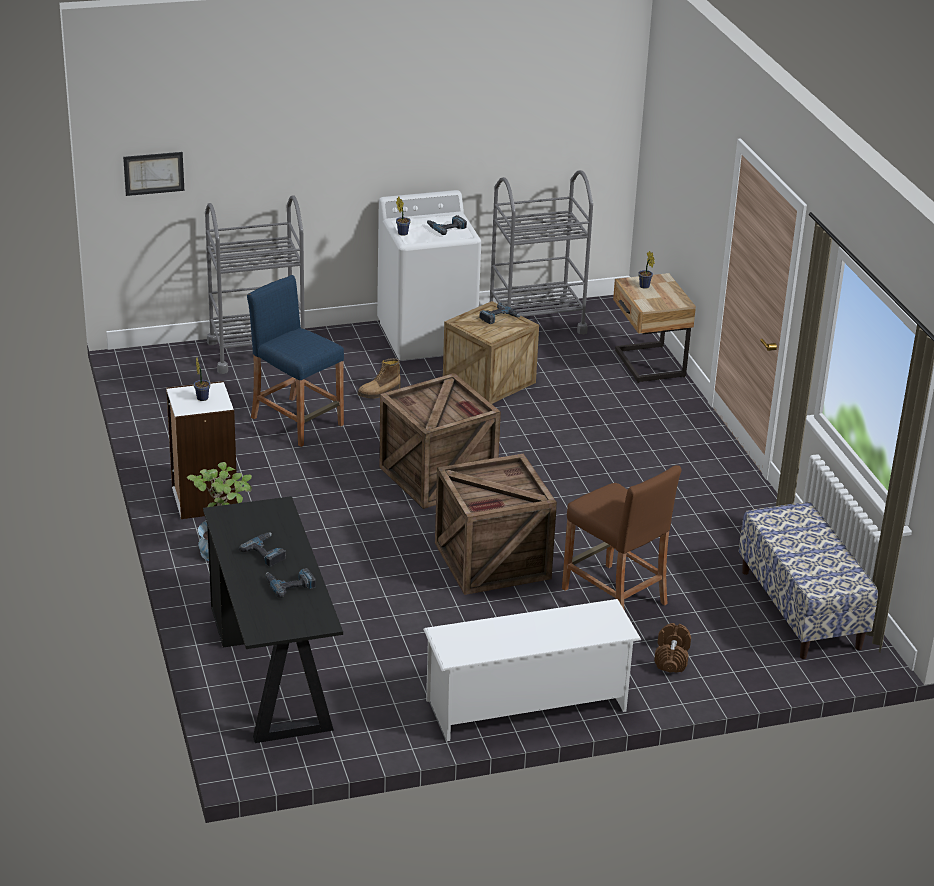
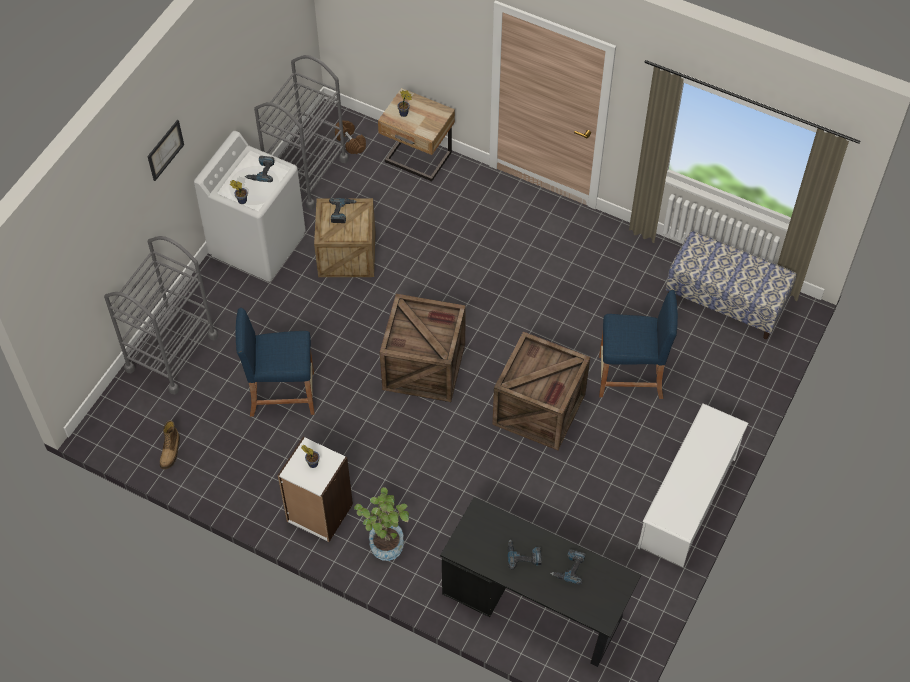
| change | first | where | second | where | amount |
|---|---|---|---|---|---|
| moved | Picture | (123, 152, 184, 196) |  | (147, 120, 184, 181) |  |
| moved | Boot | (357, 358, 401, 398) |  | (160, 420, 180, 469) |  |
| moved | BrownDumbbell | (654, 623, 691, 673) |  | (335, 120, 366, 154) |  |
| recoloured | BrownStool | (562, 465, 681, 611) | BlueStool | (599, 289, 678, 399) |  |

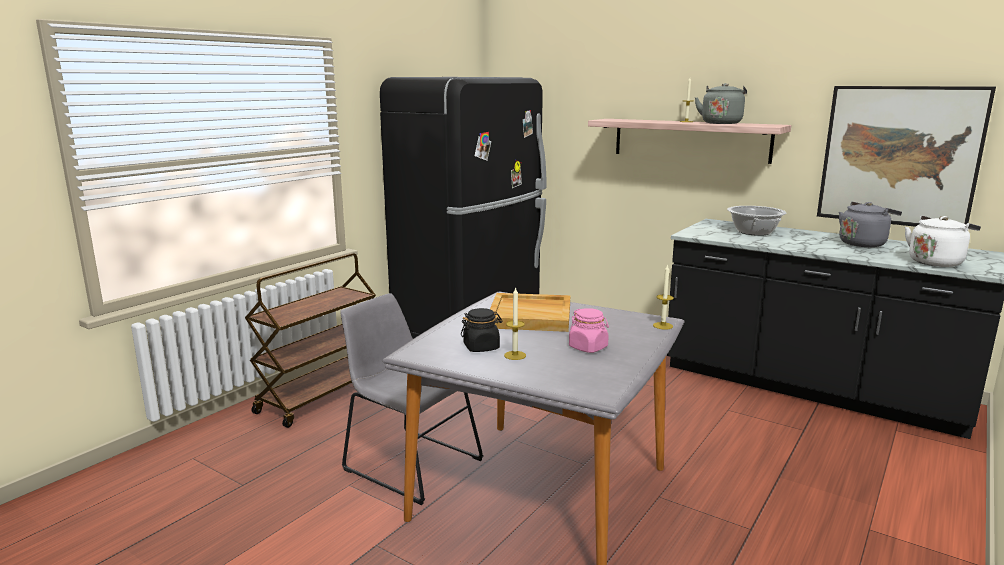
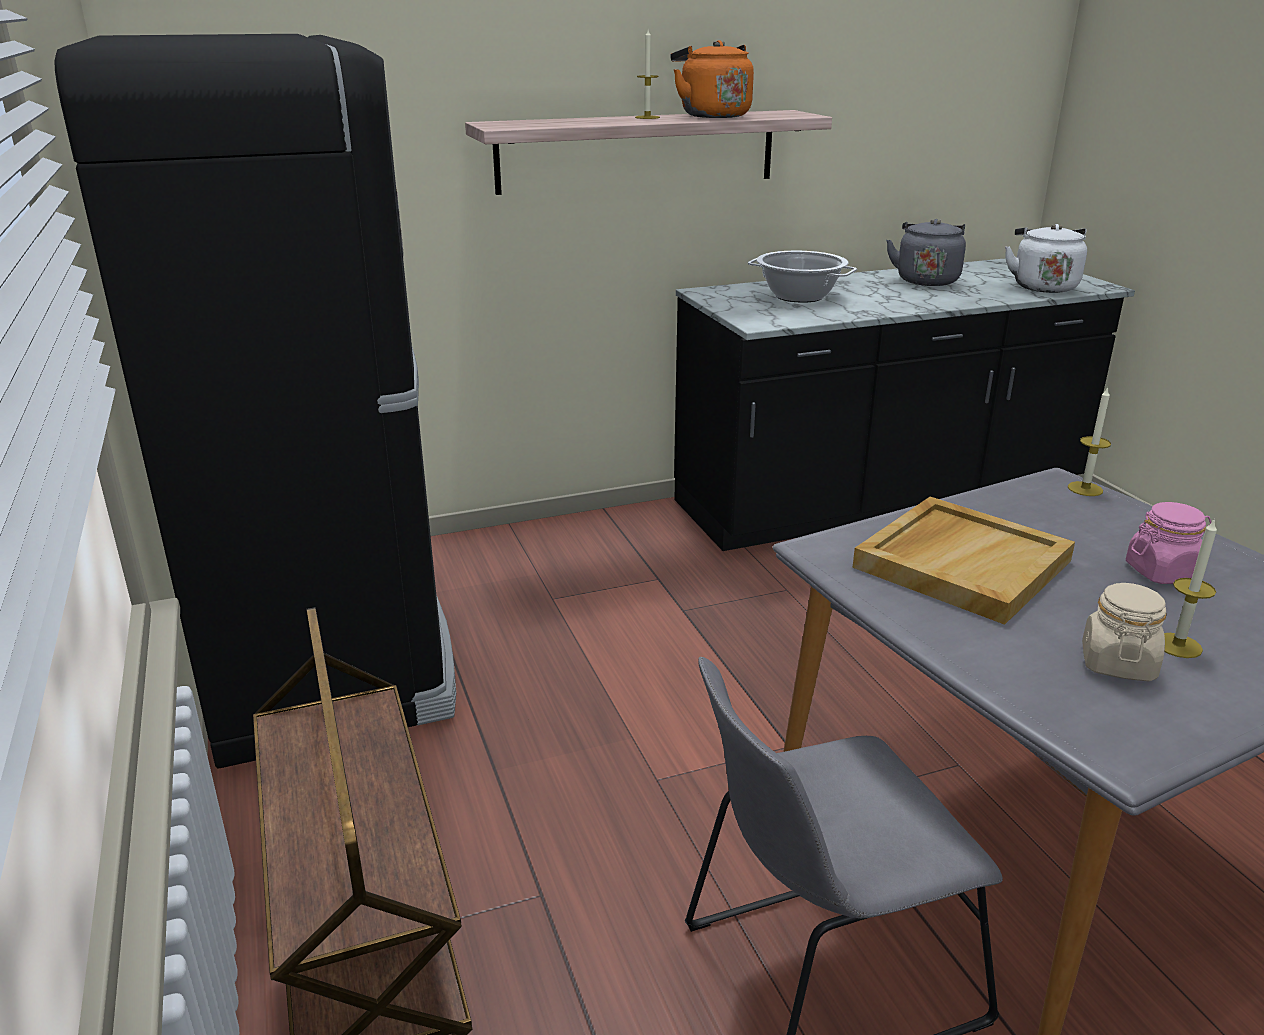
| change | first | where | second | where | amount |
|---|---|---|---|---|---|
| recoloured | GreyKettle | (695, 83, 747, 124) | OrangeKettle | (670, 40, 754, 118) |  |
| recoloured | BlackJar | (461, 308, 503, 352) | BeigeJar | (1082, 583, 1167, 681) |  |
| removed | Picture | (817, 86, 996, 227) |  |  |  |

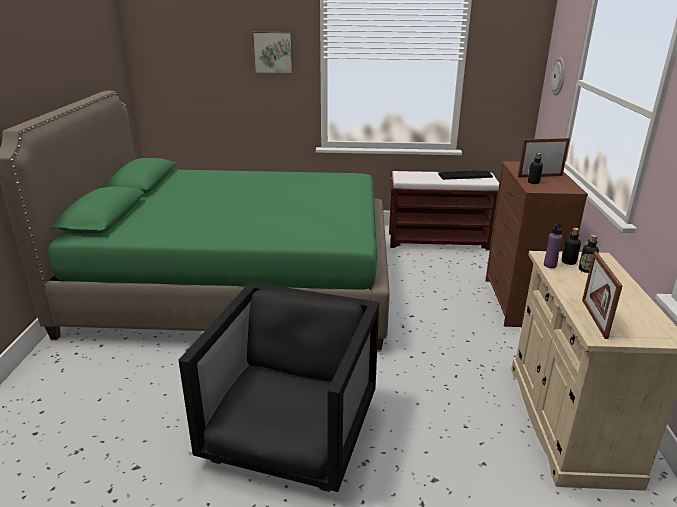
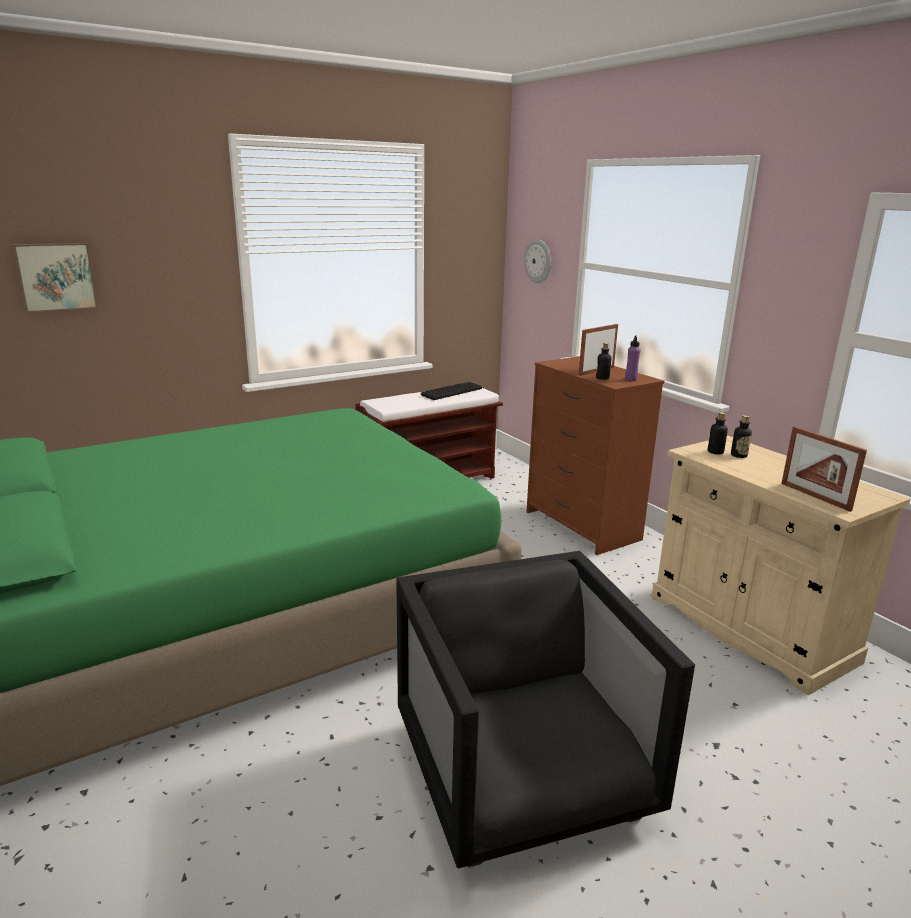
| change | first | where | second | where | amount |
|---|---|---|---|---|---|
| moved | Picture | (252, 32, 293, 74) |  | (13, 243, 98, 313) |  |
| moved | PurpleBottle | (544, 222, 563, 268) |  | (625, 335, 640, 381) |  |

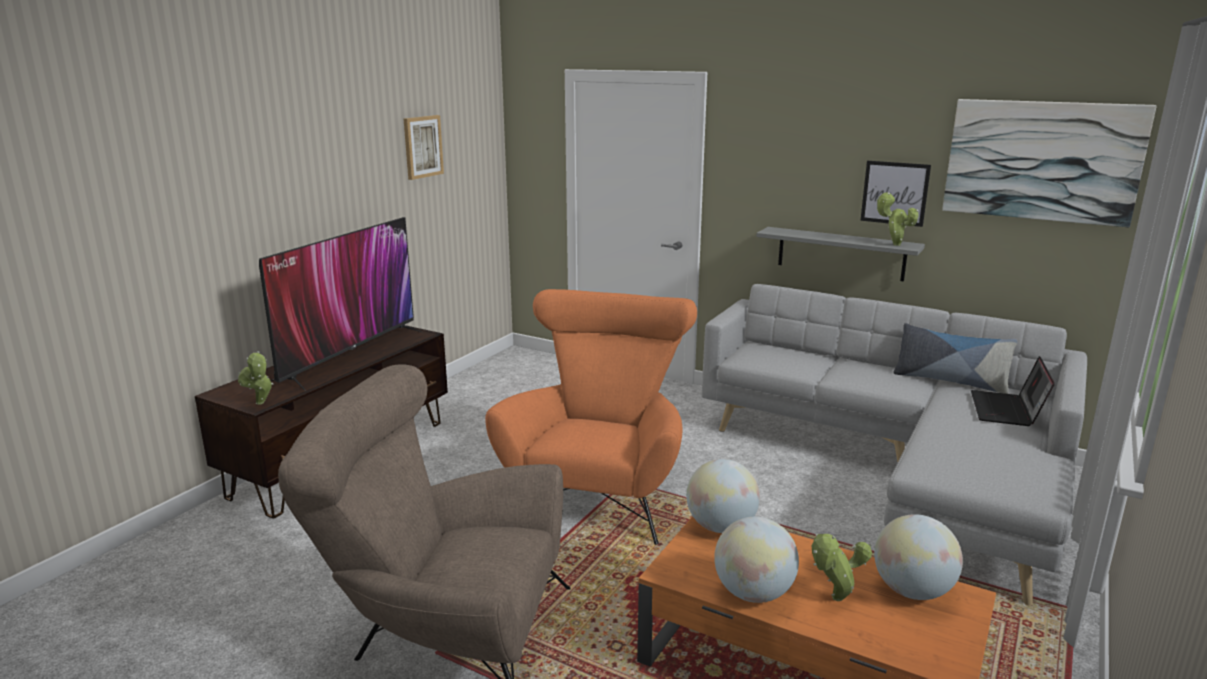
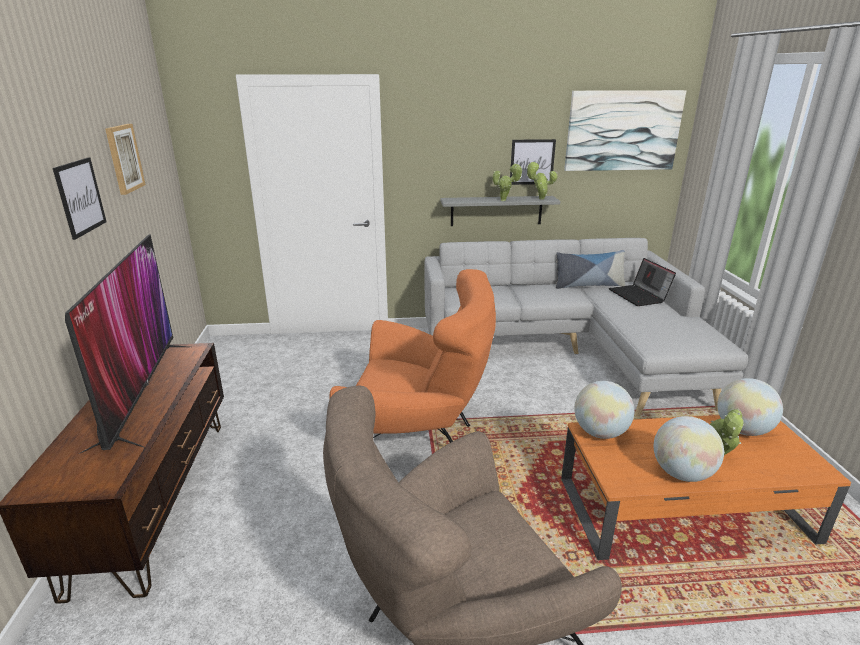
| change | first | where | second | where | amount |
|---|---|---|---|---|---|
| added |  |  | Picture | (53, 157, 106, 240) |  |
| turned | OrangeArmchair | (485, 289, 697, 545) |  | (329, 269, 496, 443) | 120 degrees clockwise |
| moved | PottedPlant | (238, 351, 273, 404) |  | (493, 163, 523, 201) |  |

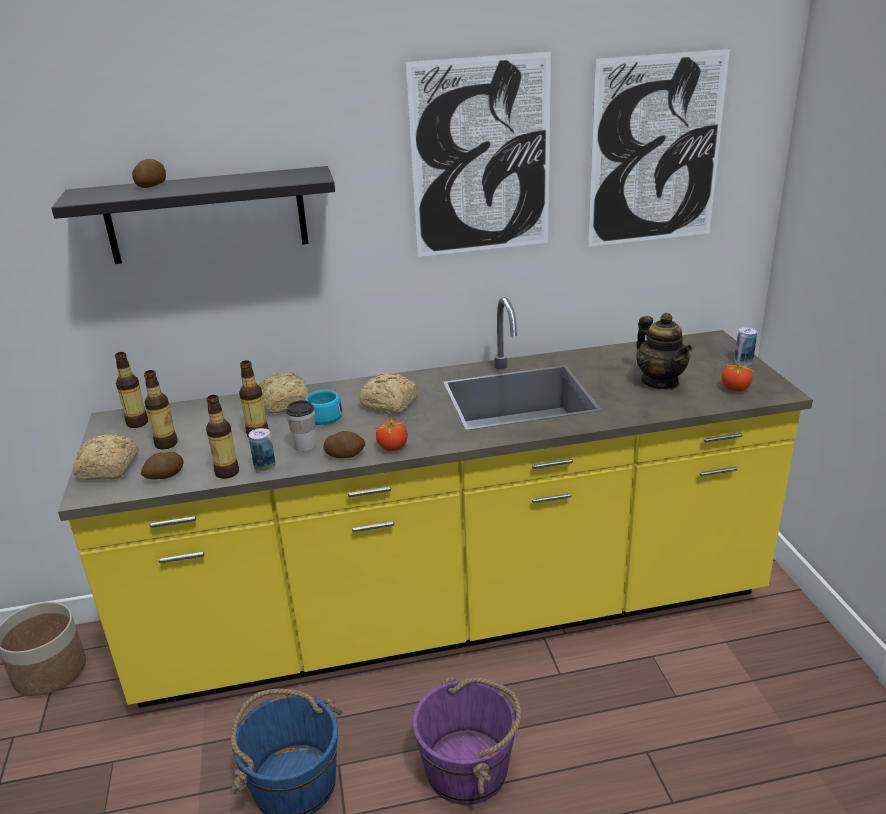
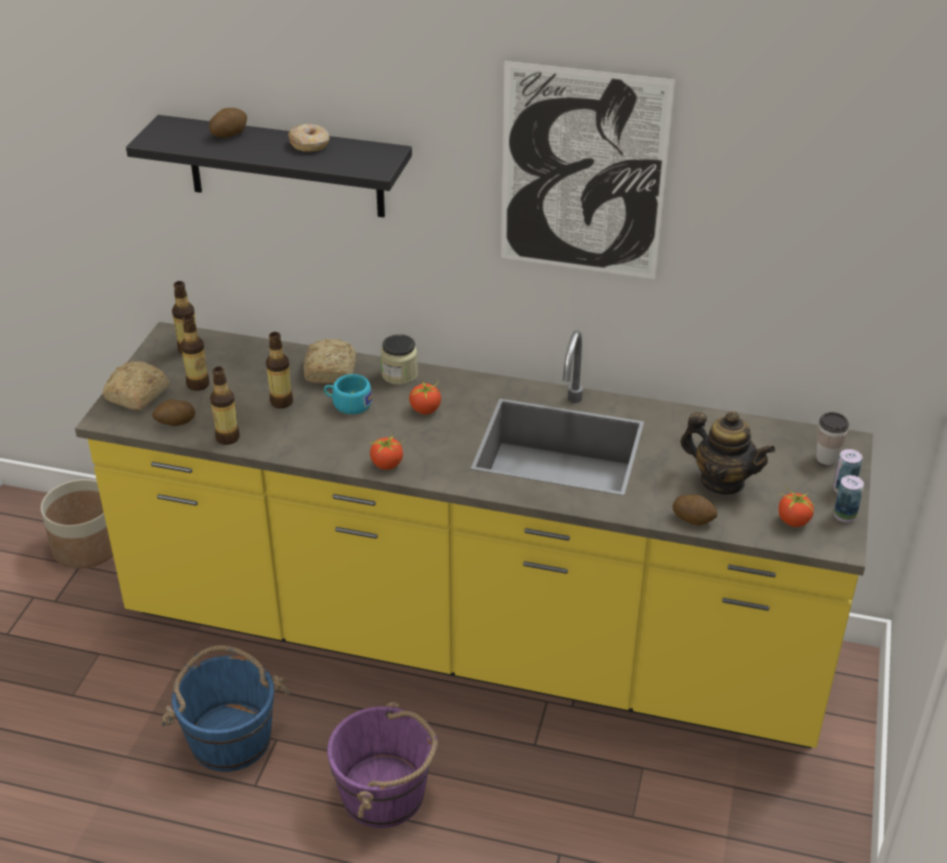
| change | first | where | second | where | amount |
|---|---|---|---|---|---|
| added |  |  | Donut | (288, 124, 330, 152) |  |
| added |  |  | Jar | (381, 334, 418, 385) |  |
| replaced | Bread | (359, 373, 418, 414) | Tomato | (408, 381, 443, 414) |  |
| moved | Potato | (323, 431, 365, 458) |  | (672, 495, 717, 525) |  |
| turned | Teapot | (636, 313, 692, 389) |  | (680, 411, 775, 494) | 60 degrees counterclockwise |
| moved | Cup | (286, 400, 315, 452) |  | (816, 412, 849, 465) |  |
| moved | Can | (249, 428, 276, 474) |  | (834, 475, 864, 523) |  |
| removed | Picture | (588, 49, 730, 247) |  |  |  |

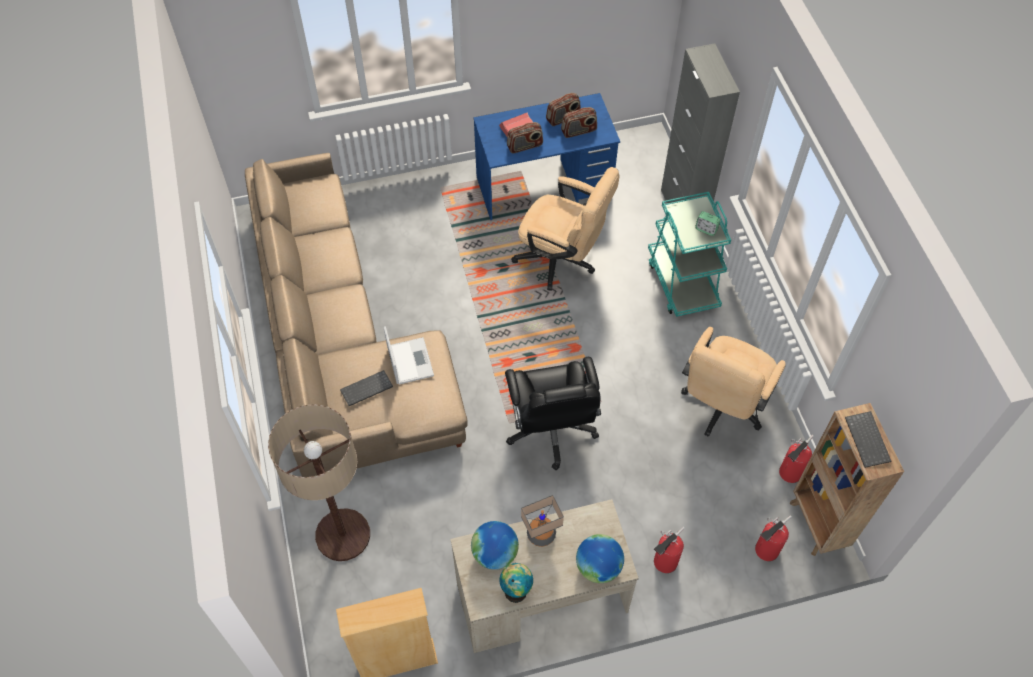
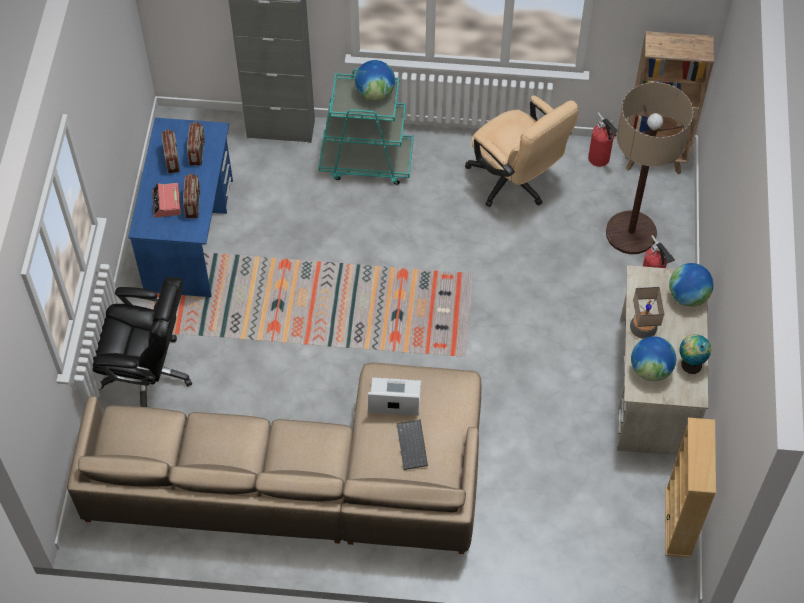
| change | first | where | second | where | amount |
|---|---|---|---|---|---|
| moved | BlackOfficeChair | (505, 357, 601, 470) |  | (93, 277, 192, 407) |  |
| replaced | AlarmClock | (695, 211, 720, 236) | Globe | (355, 60, 395, 101) |  |
| moved | FloorLamp | (268, 405, 370, 561) |  | (606, 82, 694, 254) |  |
| removed | BeigeOfficeChair | (511, 167, 620, 291) |  |  |  |
| removed | FireExtinguisher | (755, 515, 792, 561) |  |  |  |
| removed | Keyboard | (845, 411, 891, 468) |  |  |  |

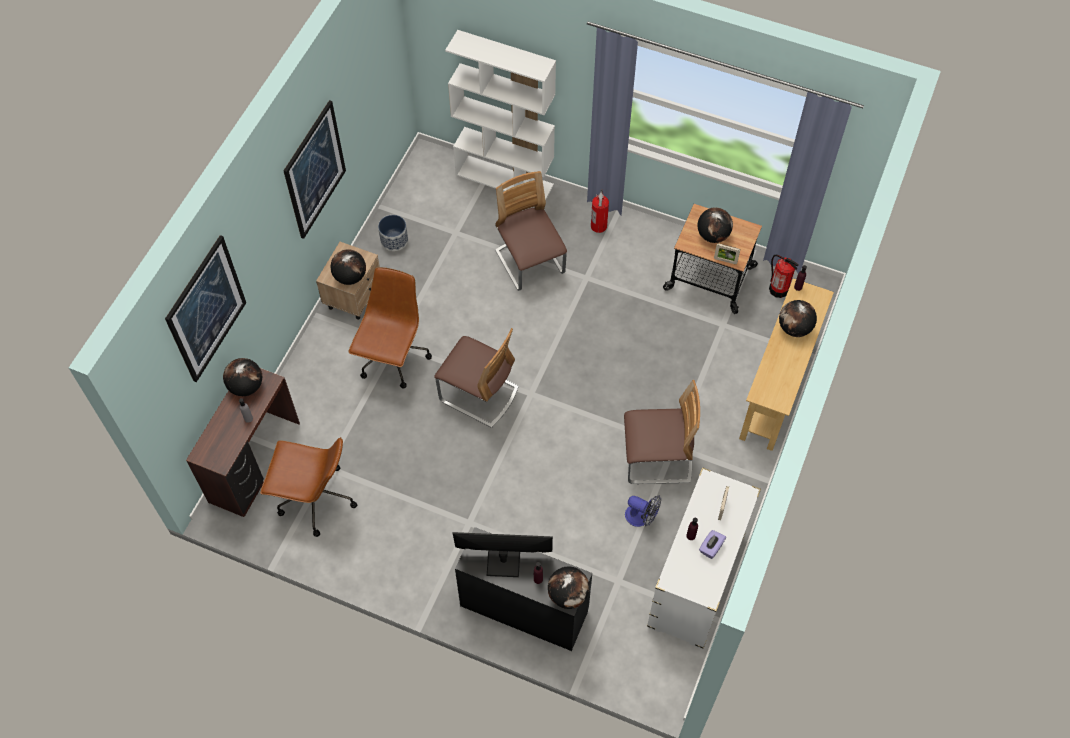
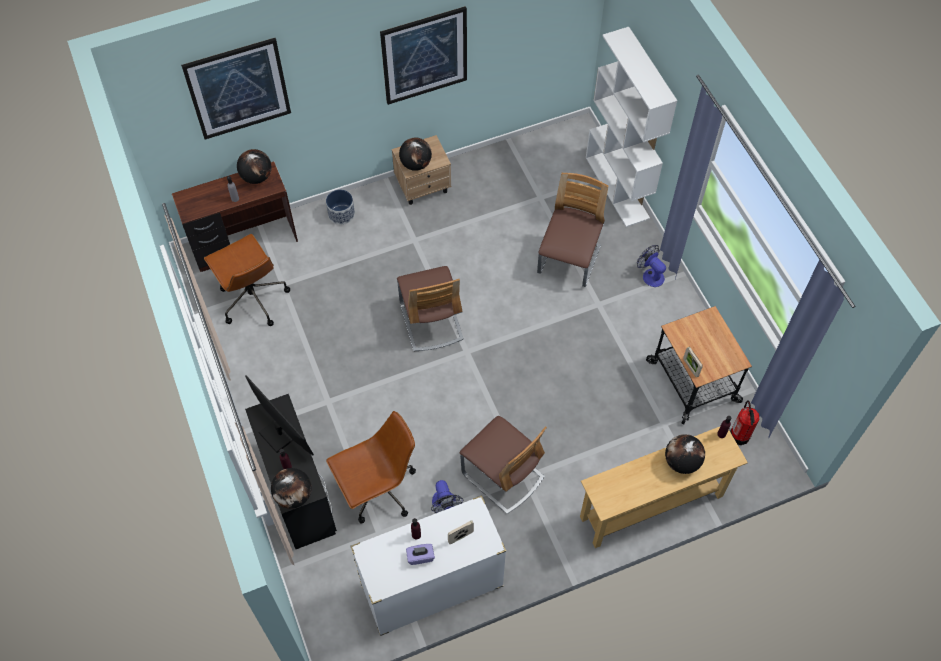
| change | first | where | second | where | amount |
|---|---|---|---|---|---|
| moved | Planter | (378, 215, 408, 251) |  | (326, 190, 355, 225) |  |
| moved | BrownOfficeChair | (349, 267, 432, 388) |  | (326, 411, 416, 524) |  |
| replaced | FireExtinguisher | (591, 189, 609, 233) | Fan | (637, 245, 666, 287) |  |
| removed | Globe | (697, 207, 733, 243) |  |  |  |

